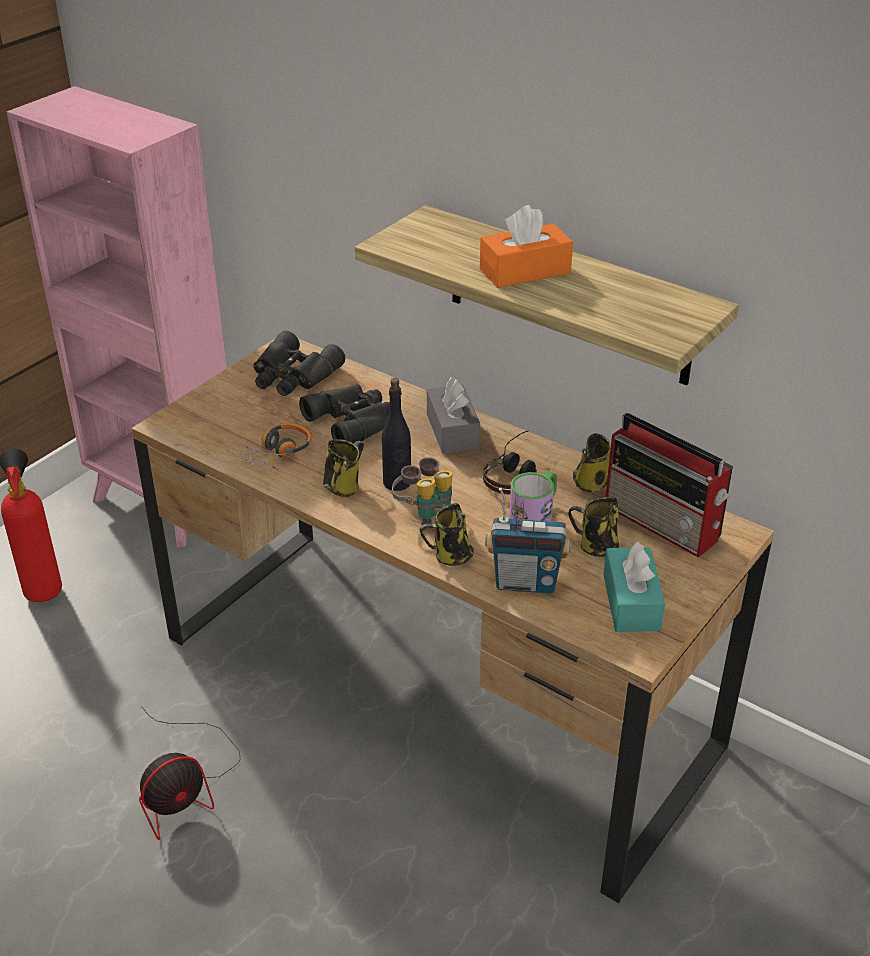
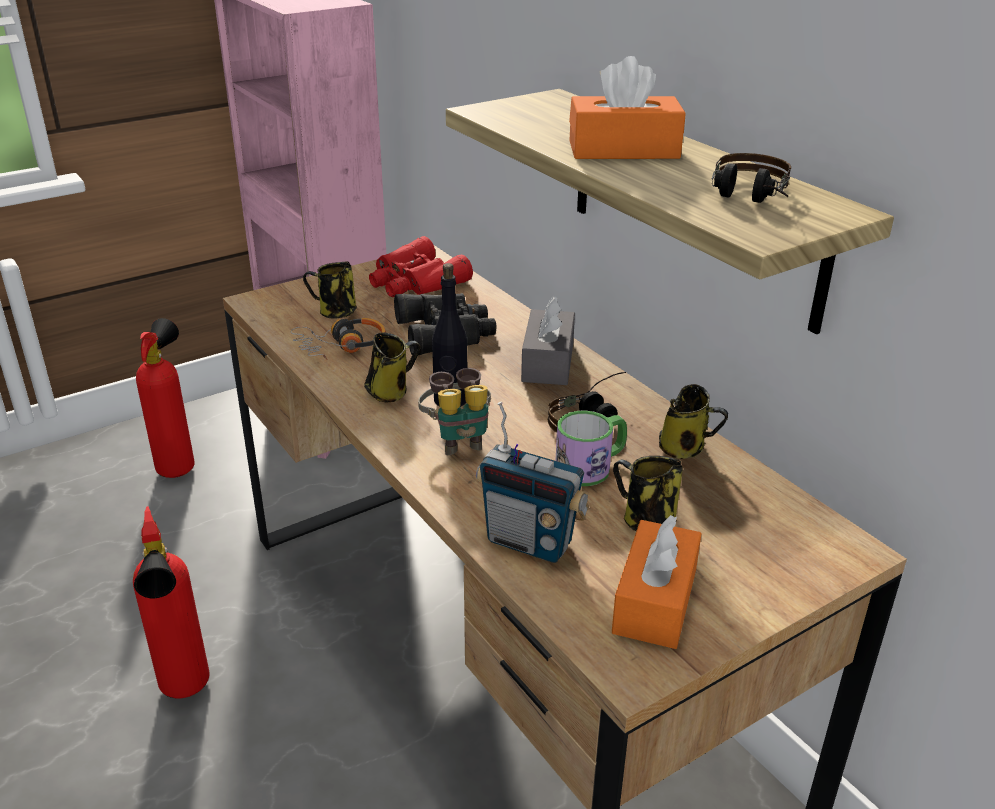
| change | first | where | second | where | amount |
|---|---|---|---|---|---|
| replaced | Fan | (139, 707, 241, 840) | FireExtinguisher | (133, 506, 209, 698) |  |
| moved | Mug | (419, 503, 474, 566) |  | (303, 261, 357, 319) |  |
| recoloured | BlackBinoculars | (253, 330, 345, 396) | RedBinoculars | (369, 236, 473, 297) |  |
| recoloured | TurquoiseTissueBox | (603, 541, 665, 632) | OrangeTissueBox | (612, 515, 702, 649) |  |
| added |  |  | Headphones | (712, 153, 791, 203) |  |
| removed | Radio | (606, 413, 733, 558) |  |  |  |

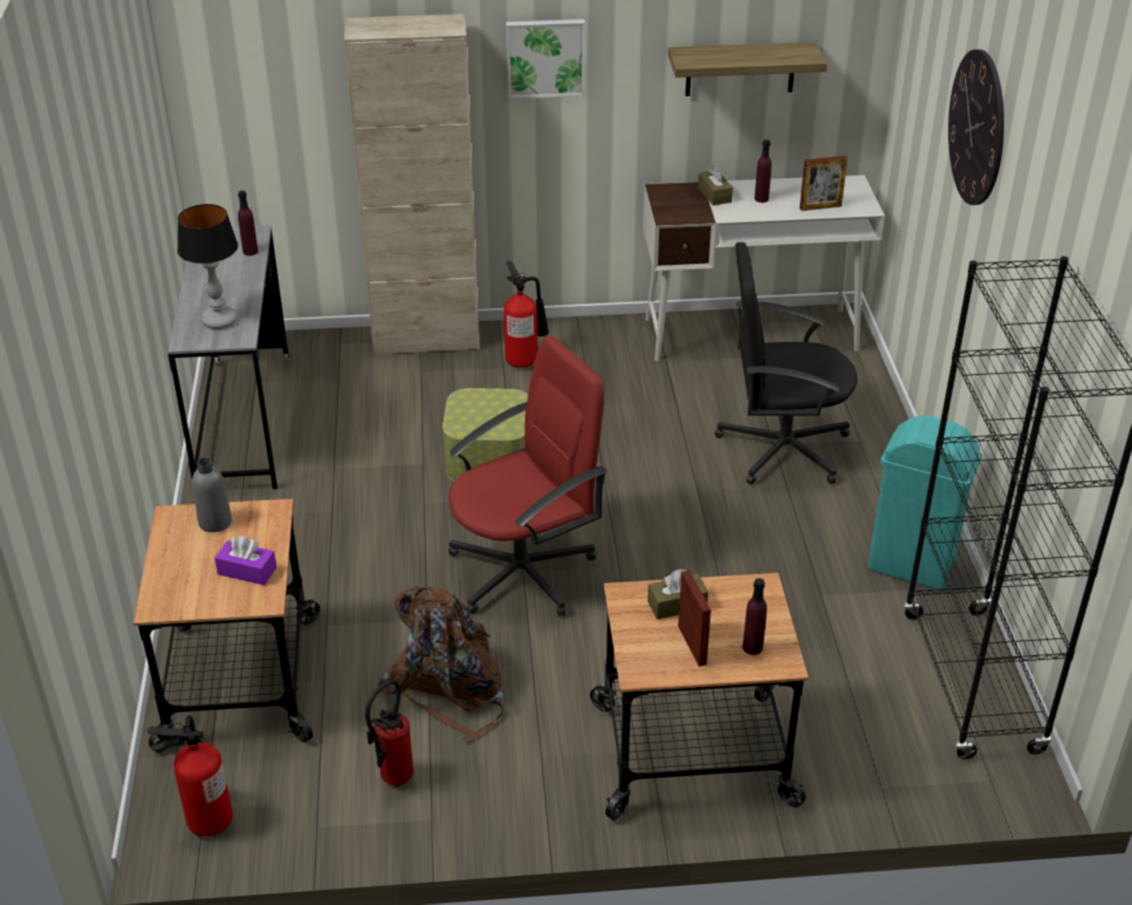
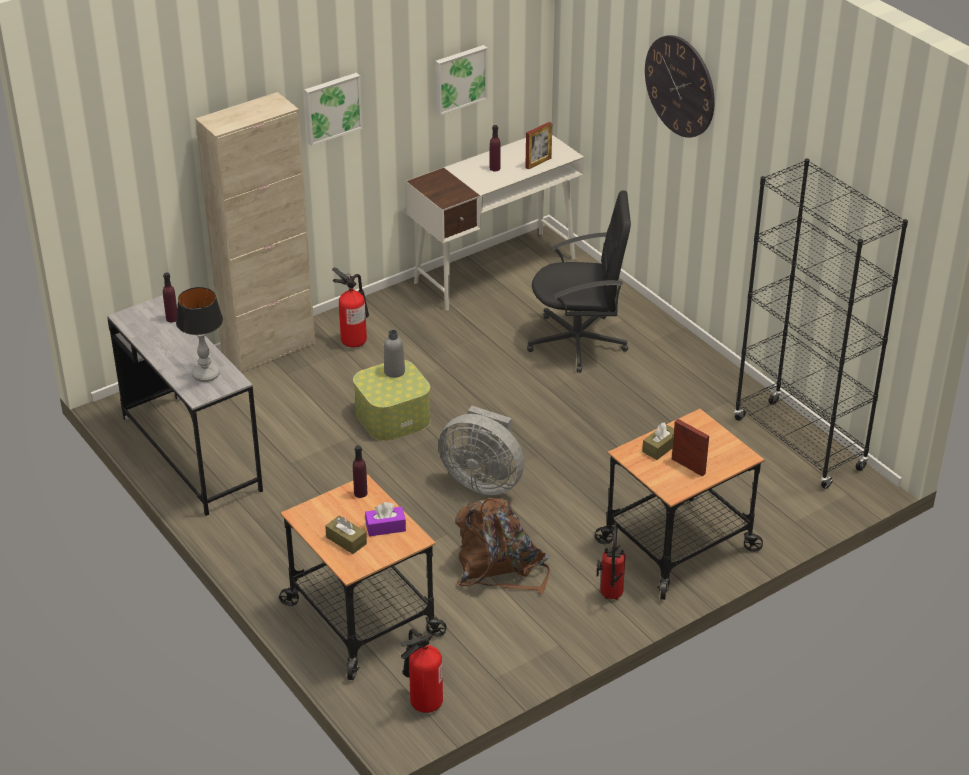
| change | first | where | second | where | amount |
|---|---|---|---|---|---|
| moved | BrownTissueBox | (698, 165, 733, 206) |  | (325, 515, 367, 554) |  |
| moved | PurpleBottle | (743, 578, 767, 655) |  | (353, 445, 367, 498) |  |
| moved | GreyBottle | (192, 457, 232, 532) |  | (384, 330, 405, 378) |  |
| replaced | Shelf | (668, 42, 827, 96) | Picture | (435, 45, 488, 115) |  |
| replaced | RedOfficeChair | (448, 336, 607, 617) | GreyFan | (438, 406, 524, 495) |  |
| turned | BlackOfficeChair | (715, 242, 858, 485) |  | (527, 191, 631, 373) | 150 degrees counterclockwise |
| moved | FireExtinguisher | (365, 679, 414, 787) |  | (597, 523, 626, 600) |  |
| removed | TurquoiseTrashCan | (868, 415, 982, 591) |  |  |  |

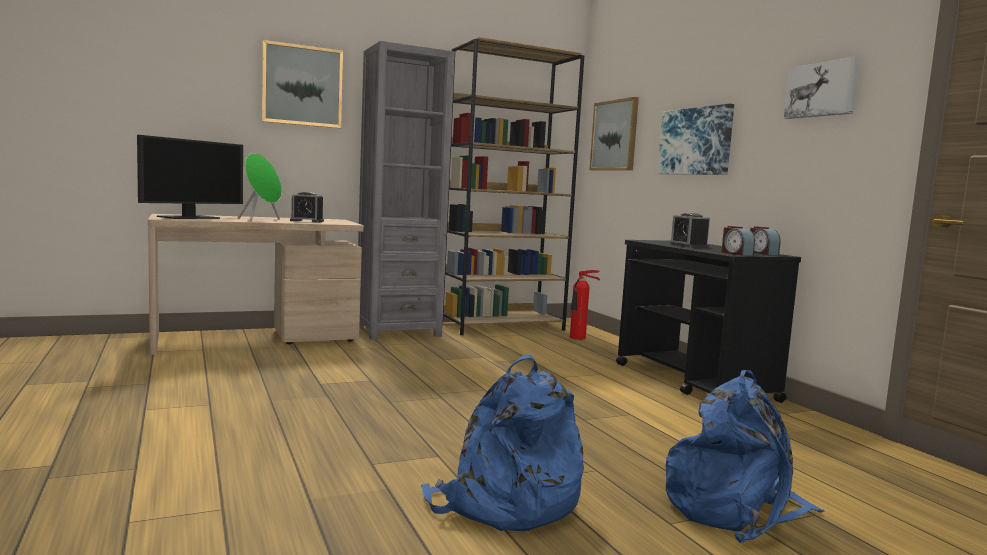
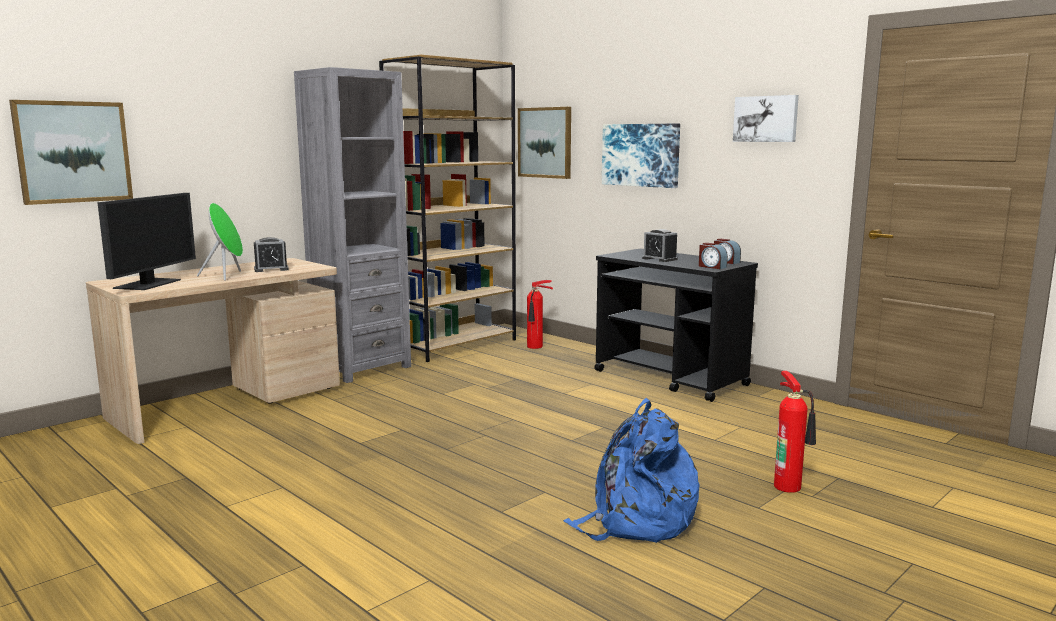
| change | first | where | second | where | amount |
|---|---|---|---|---|---|
| moved | Picture | (262, 40, 343, 128) |  | (9, 100, 133, 205) |  |
| replaced | BlueBackpack | (666, 370, 825, 544) | FireExtinguisher | (774, 371, 816, 493) |  |

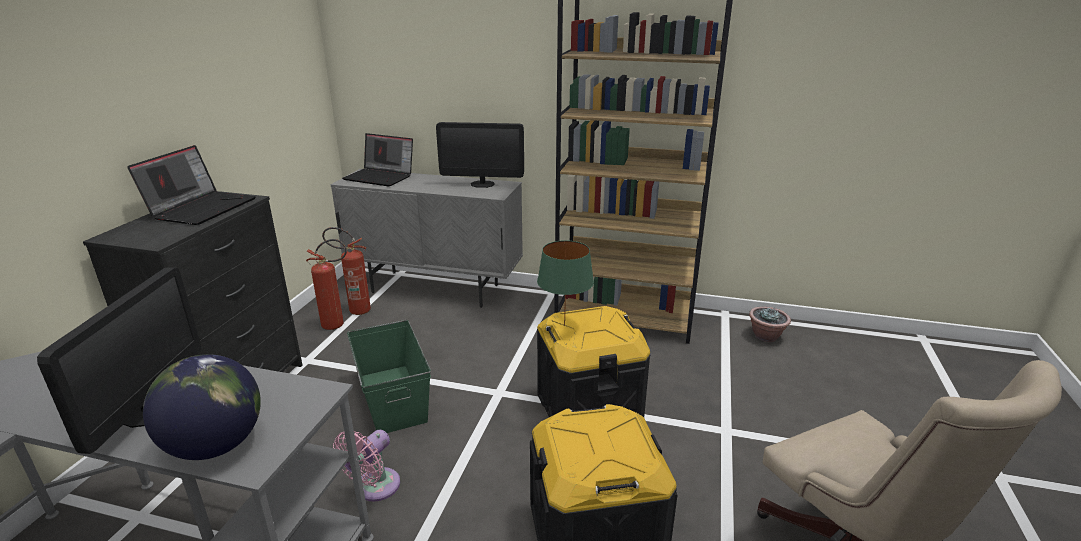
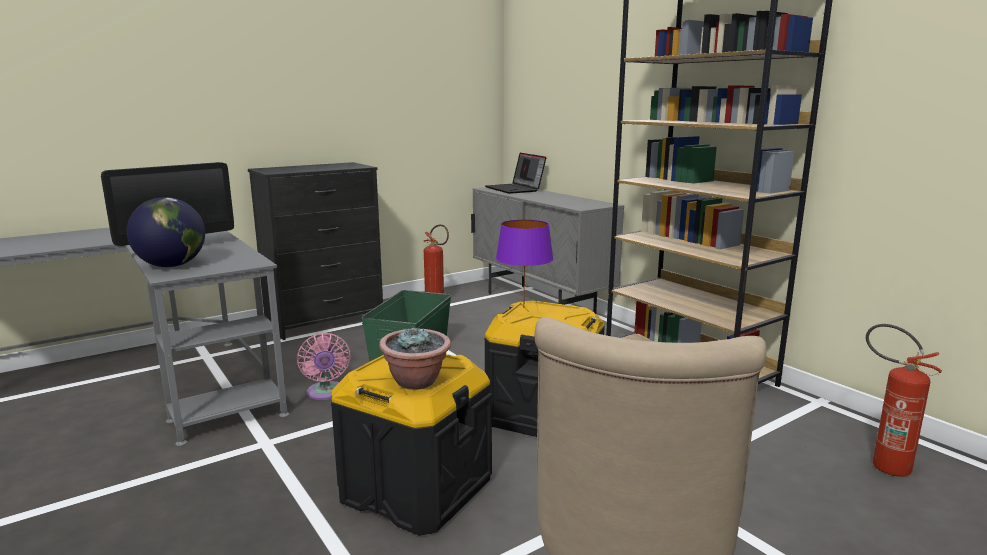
| change | first | where | second | where | amount |
|---|---|---|---|---|---|
| turned | PinkFan | (333, 430, 400, 501) |  | (297, 333, 351, 400) | 90 degrees counterclockwise |
| moved | PottedPlant | (749, 306, 791, 342) |  | (379, 326, 451, 390) |  |
| recoloured | GreenTableLamp | (537, 240, 594, 326) | PurpleTableLamp | (496, 219, 554, 295) |  |
| moved | FireExtinguisher | (322, 227, 371, 315) |  | (866, 324, 942, 477) |  |
| removed | Laptop | (127, 145, 256, 225) |  |  |  |
| removed | Monitor | (436, 122, 524, 188) |  |  |  |

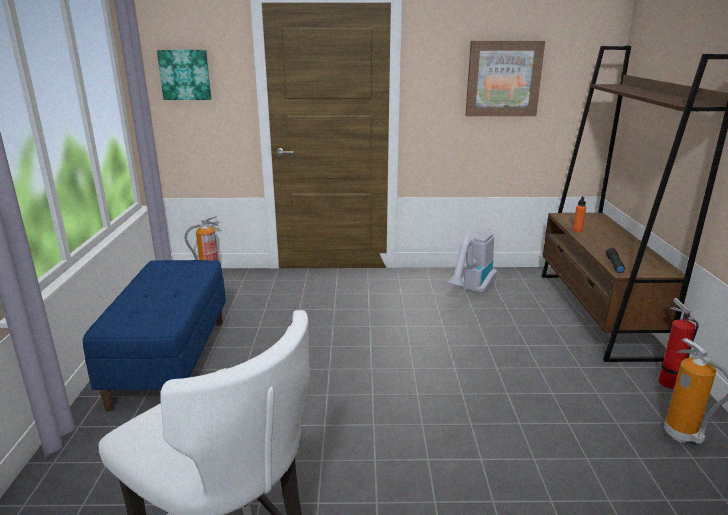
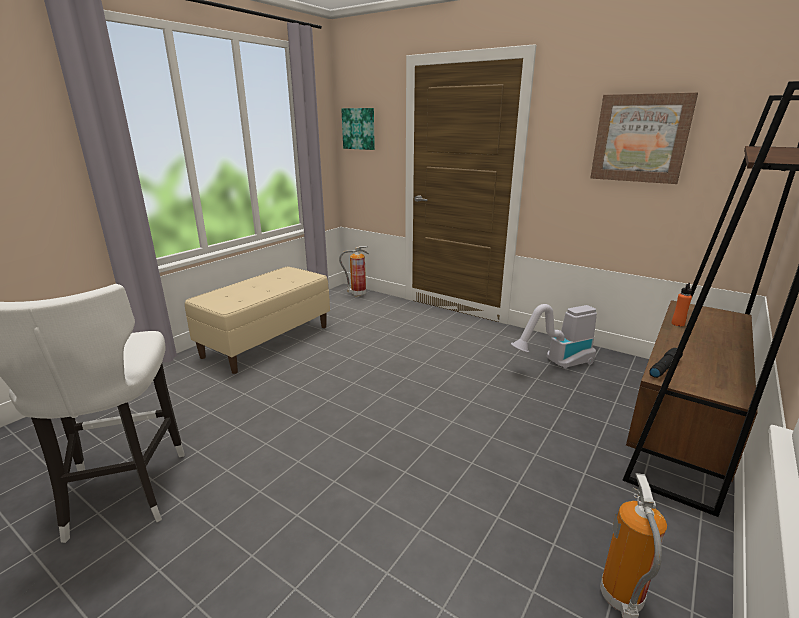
| change | first | where | second | where | amount |
|---|---|---|---|---|---|
| recoloured | BlueBench | (83, 260, 226, 411) | BeigeBench | (185, 266, 330, 374) |  |
| removed | FireExtinguisher | (658, 298, 699, 389) |  |  |  |

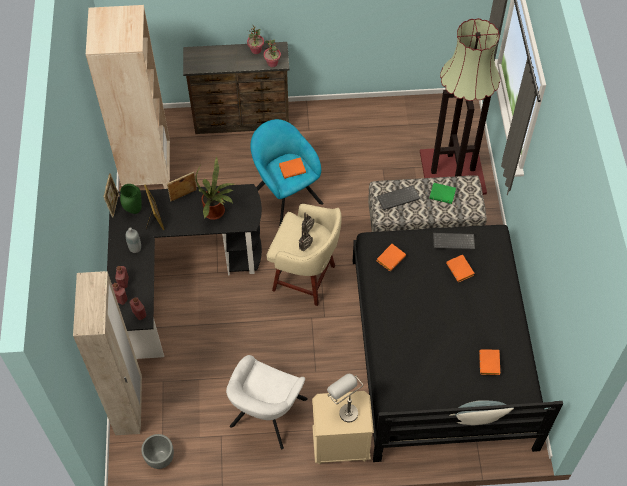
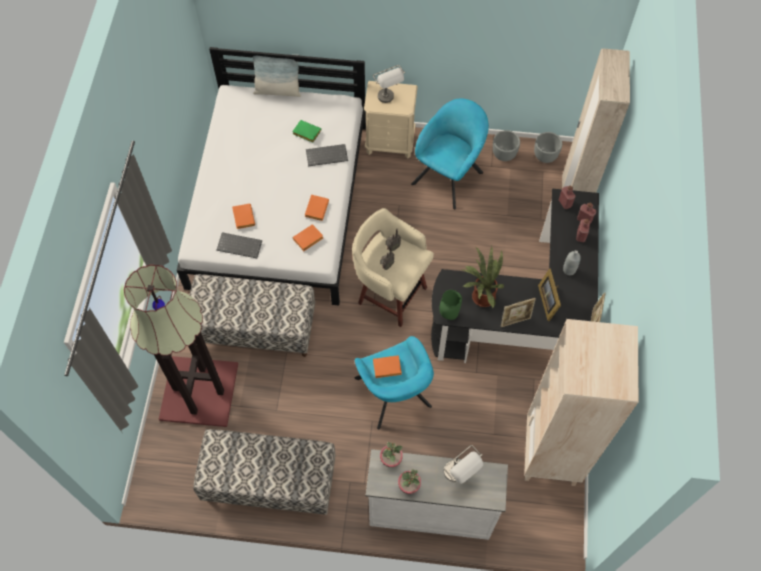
| change | first | where | second | where | amount |
|---|---|---|---|---|---|
| recoloured | BlackBed | (353, 225, 563, 462) | WhiteBed | (177, 47, 366, 305) |  |
| added |  |  | Bench | (193, 429, 336, 515) |  |
| moved | GreenBook | (429, 183, 456, 204) |  | (292, 120, 321, 143) |  |
| moved | OrangeBook | (479, 349, 500, 375) |  | (305, 195, 329, 221) |  |
| moved | Keyboard | (377, 185, 420, 210) |  | (306, 144, 348, 166) |  |
| recoloured | BrownDresser | (183, 42, 289, 134) | WhiteDresser | (366, 449, 508, 540) |  |
| recoloured | WhiteArmchair | (226, 355, 308, 449) | TurquoiseArmchair | (411, 98, 489, 209) |  |
| moved | GreenVase | (120, 184, 141, 214) |  | (439, 290, 462, 320) |  |
| added |  |  | GreyTableLamp | (444, 445, 483, 484) |  |
| added |  |  | GreyPlanter | (493, 130, 520, 161) |  |

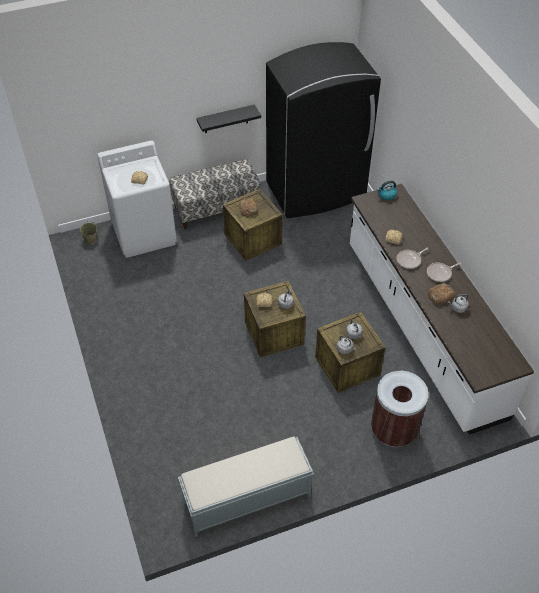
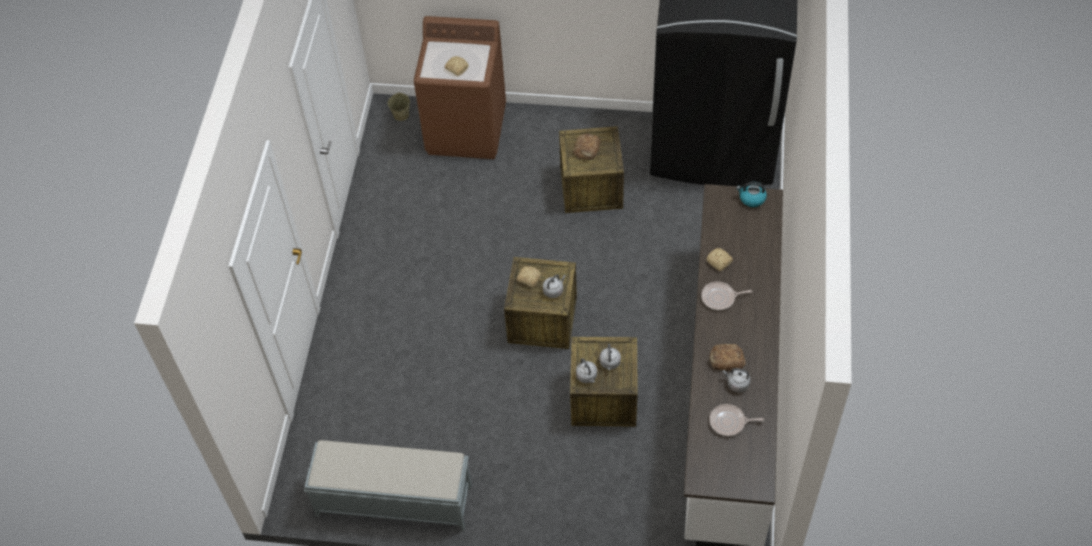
| change | first | where | second | where | amount |
|---|---|---|---|---|---|
| recoloured | WhiteWashingMachine | (97, 140, 177, 258) | BrownWashingMachine | (414, 16, 506, 159) |  |
| moved | FryingPan | (427, 263, 461, 282) |  | (709, 404, 764, 436) |  |
| removed | Bench | (169, 159, 261, 230) |  |  |  |
| removed | BlackShelf | (196, 105, 261, 133) |  |  |  |
| removed | BrownTrashCan | (371, 371, 429, 447) |  |  |  |

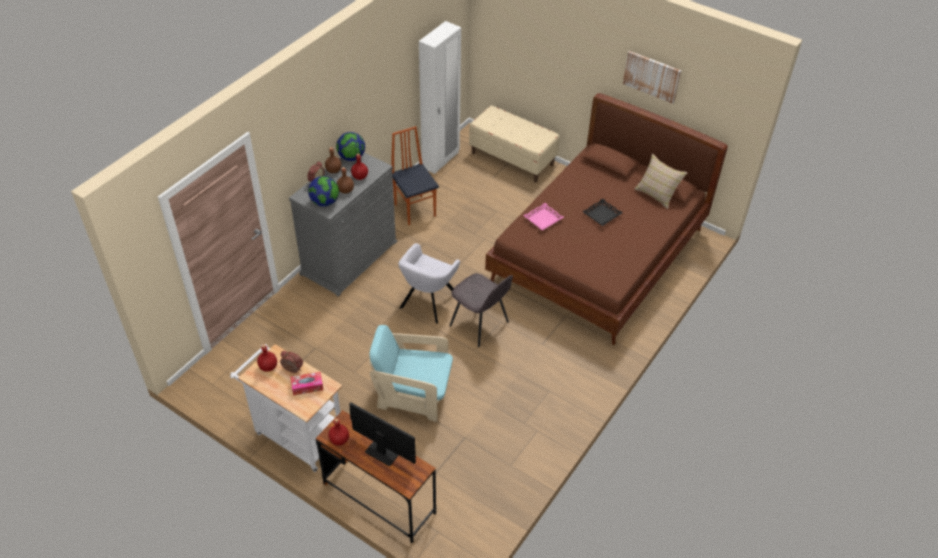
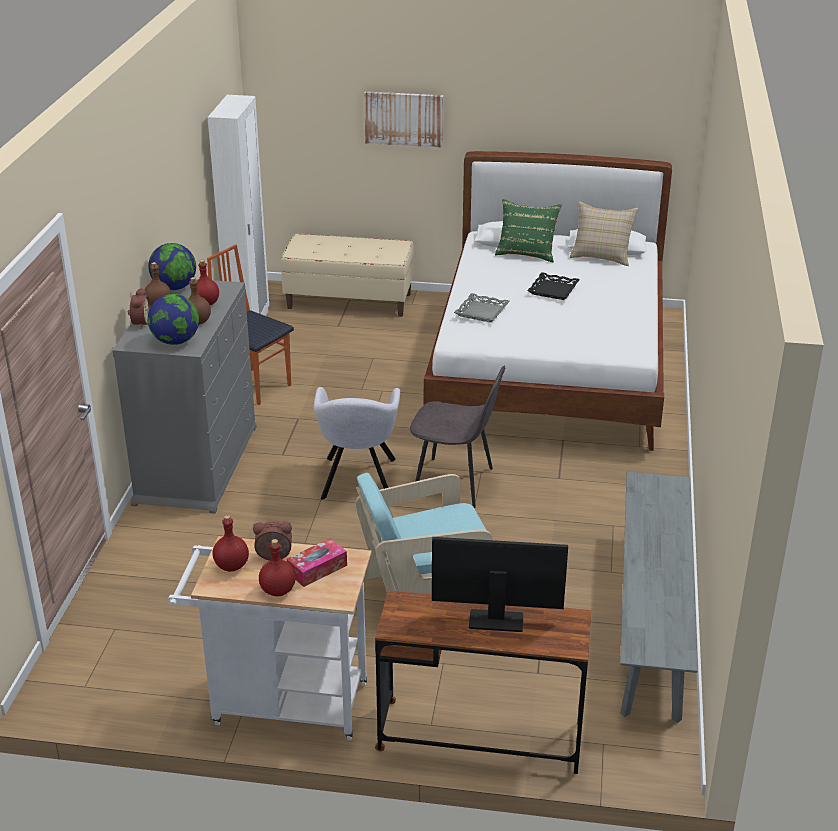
| change | first | where | second | where | amount |
|---|---|---|---|---|---|
| moved | RedBottle | (328, 419, 349, 446) |  | (259, 539, 296, 597) |  |
| moved | Picture | (623, 51, 681, 104) |  | (364, 91, 443, 147) |  |
| recoloured | BrownBed | (485, 93, 728, 345) | WhiteBed | (424, 151, 672, 451) |  |
| recoloured | PinkTray | (523, 203, 564, 230) | GreyTray | (454, 293, 510, 323) |  |
| added |  |  | GreenPillow | (495, 199, 562, 262) |  |
| added |  |  | GreyBench | (620, 472, 698, 723) |  |

